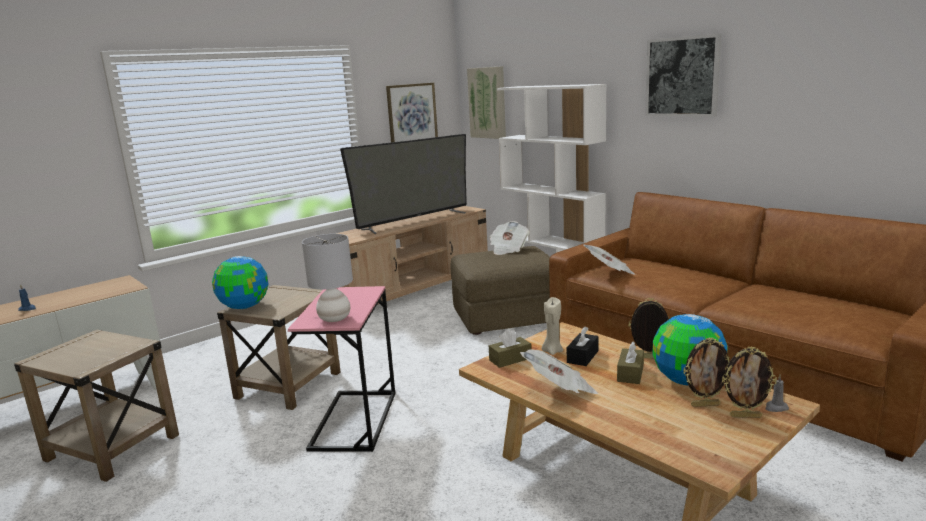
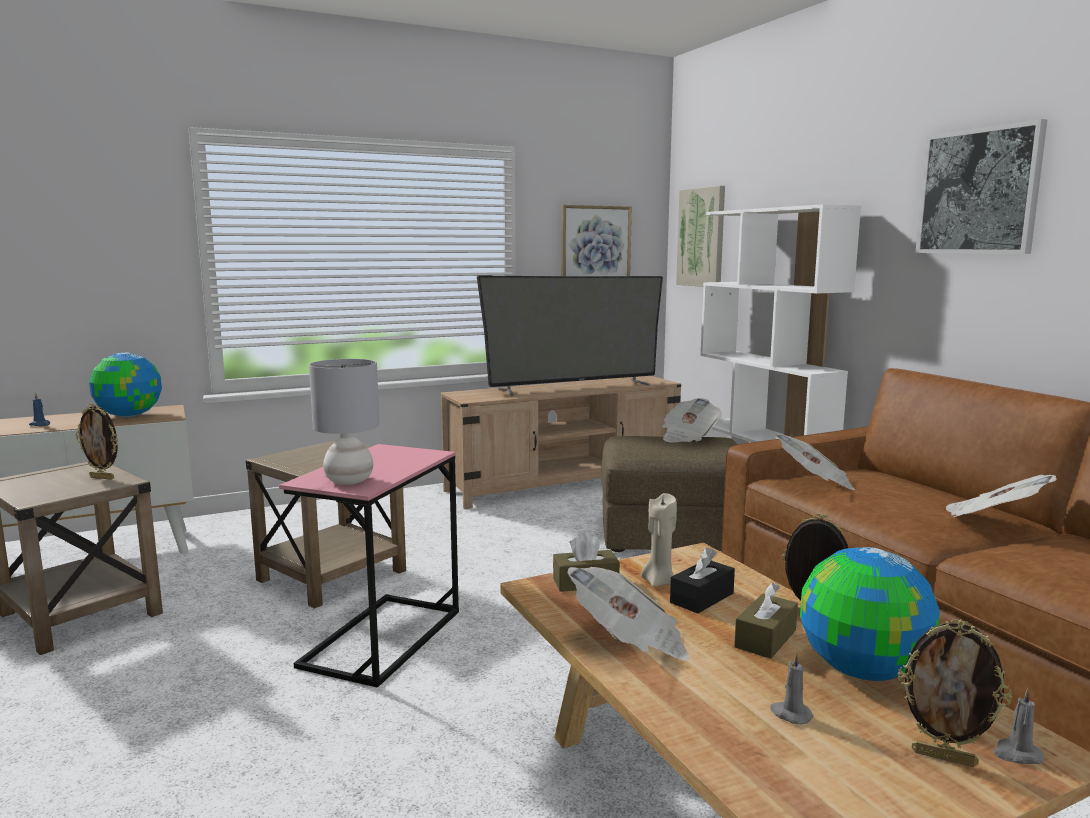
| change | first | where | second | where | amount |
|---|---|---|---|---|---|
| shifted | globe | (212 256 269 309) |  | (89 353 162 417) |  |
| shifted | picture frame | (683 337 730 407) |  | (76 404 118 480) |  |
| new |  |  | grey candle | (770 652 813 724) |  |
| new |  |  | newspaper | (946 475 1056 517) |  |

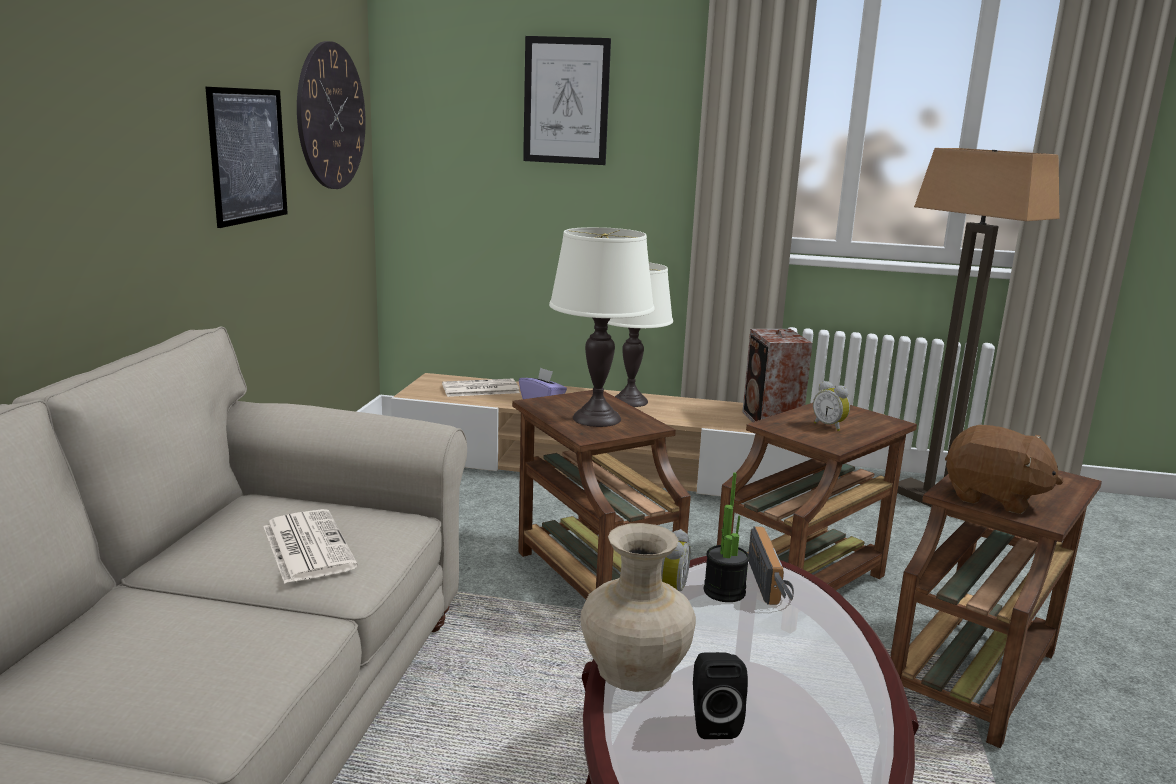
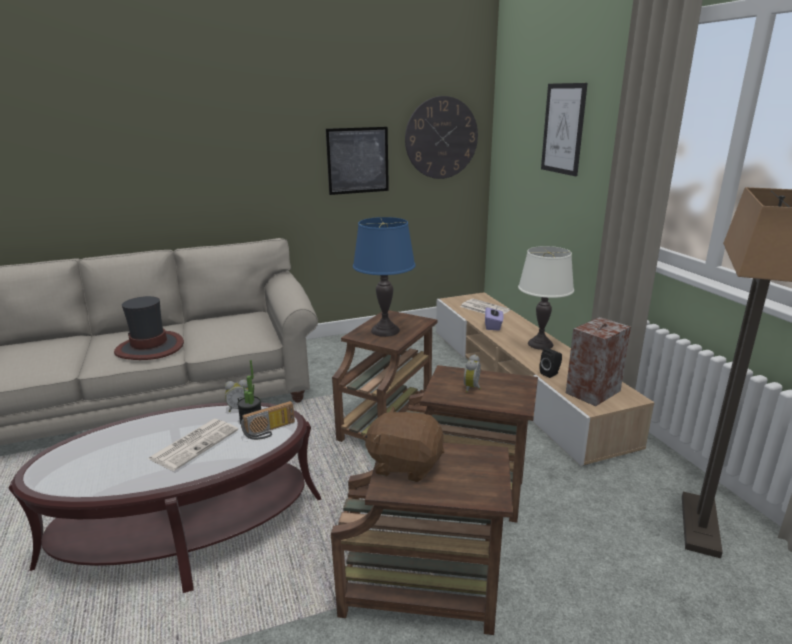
| change | first | where | second | where | amount |
|---|---|---|---|---|---|
| shifted | newspaper | (263 509 358 584) |  | (148 419 238 471) |  |
| repainted | white table lamp | (549 227 655 427) | blue table lamp | (353 217 416 337) |  |
| gone | beige vase | (580 523 696 692) |  |  |  |
| shifted | black speaker | (693 652 748 739) |  | (539 348 562 378) |  |
| rotated | brown plush toy | (945 425 1064 514) |  | (363 406 444 482) | 105 degrees clockwise |
| new |  |  | hat | (114 296 184 360) |  |

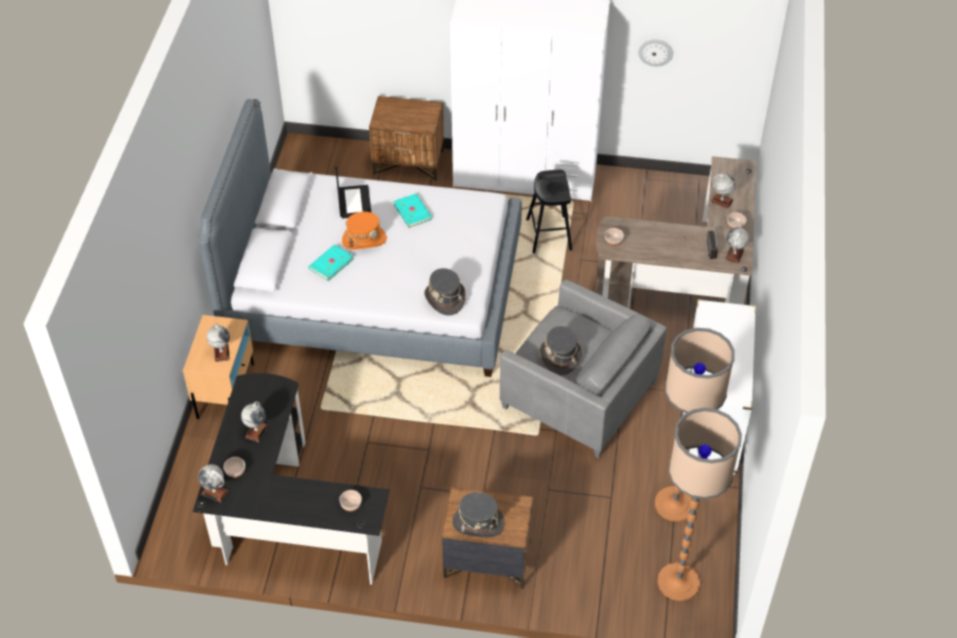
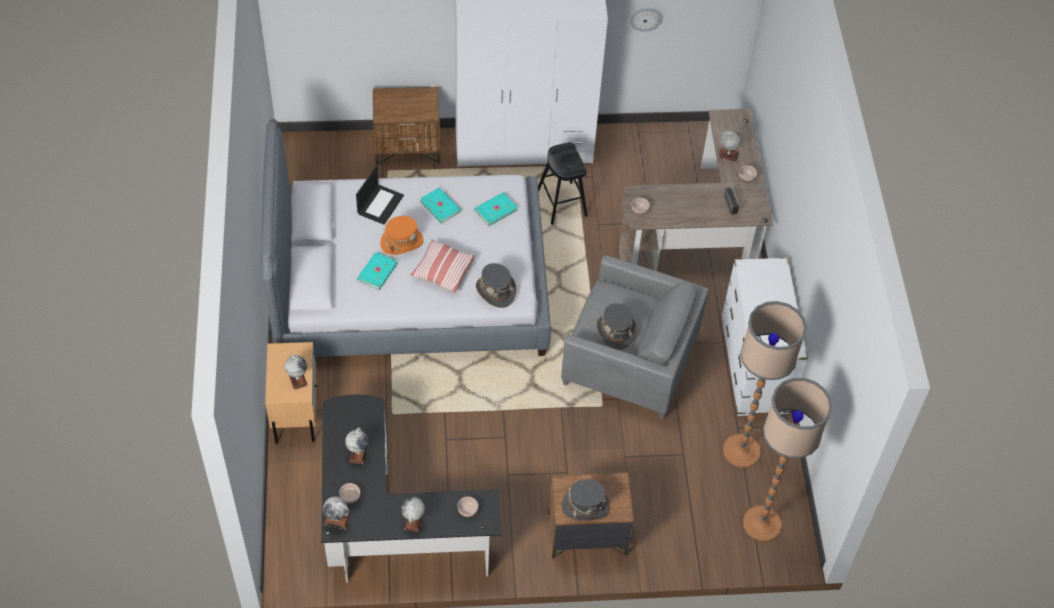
| change | first | where | second | where | amount |
|---|---|---|---|---|---|
| rotated | laptop | (335 167 371 219) |  | (356 166 404 225) | 45 degrees clockwise |
| shifted | globe | (725 227 749 264) |  | (401 497 425 532) |  |
| new |  |  | pillow | (410 239 476 294) |  |
| new |  |  | turquoise book | (474 192 518 226) |  |

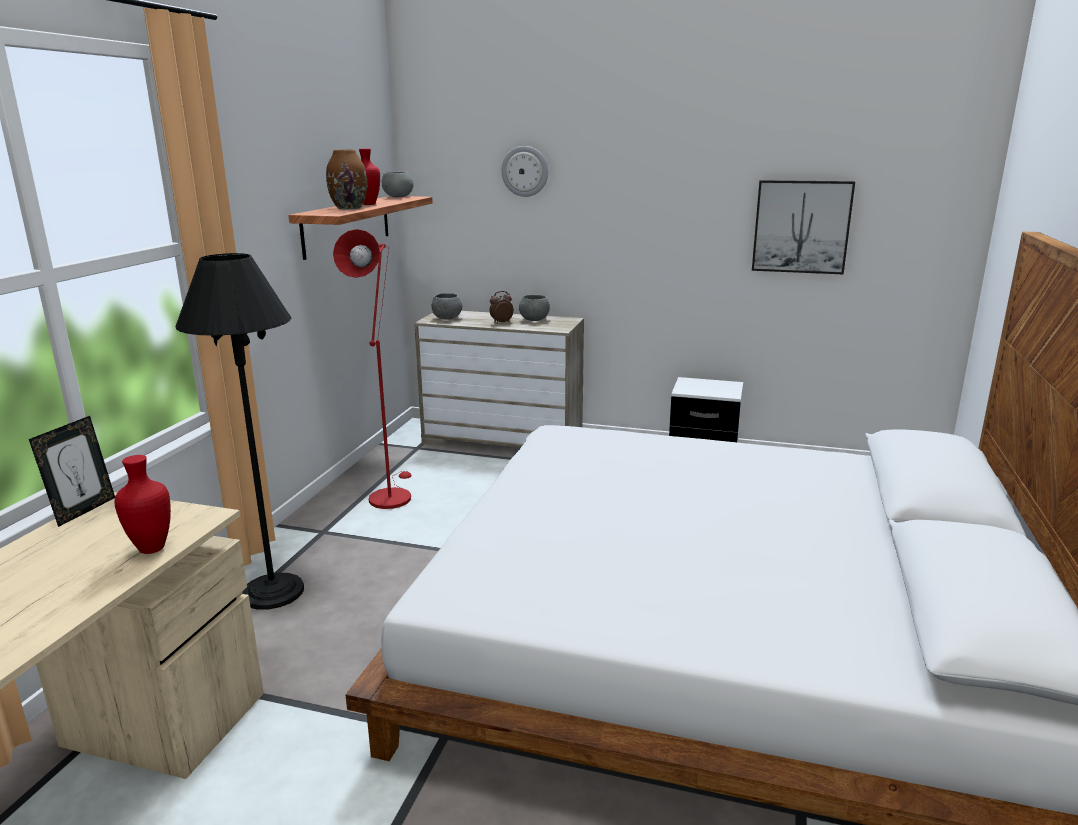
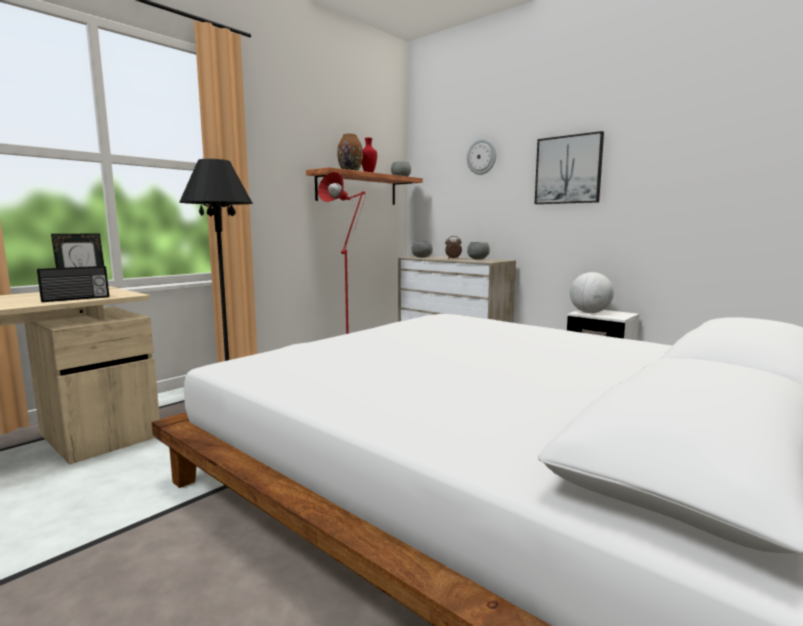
| change | first | where | second | where | amount |
|---|---|---|---|---|---|
| swapped | red vase | (114 455 171 554) | radio | (37 266 109 302) |  |
| shifted | picture | (752 180 855 274) |  | (535 131 604 204) |  |
| new |  |  | globe | (570 272 614 313) |  |

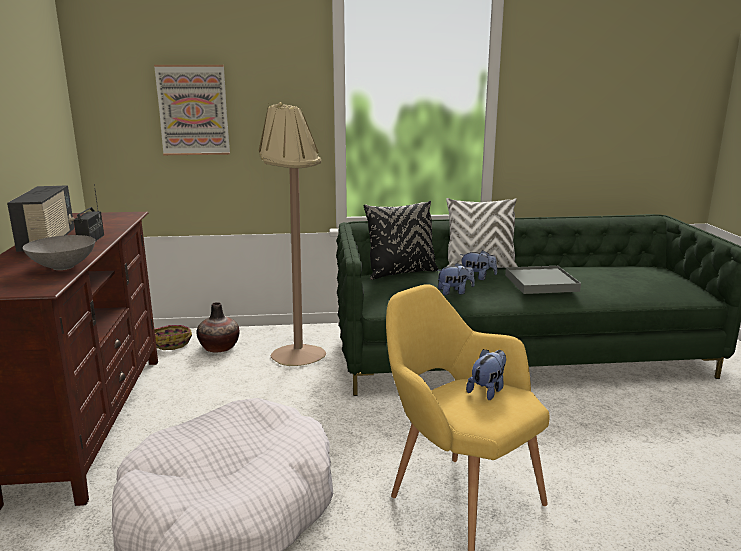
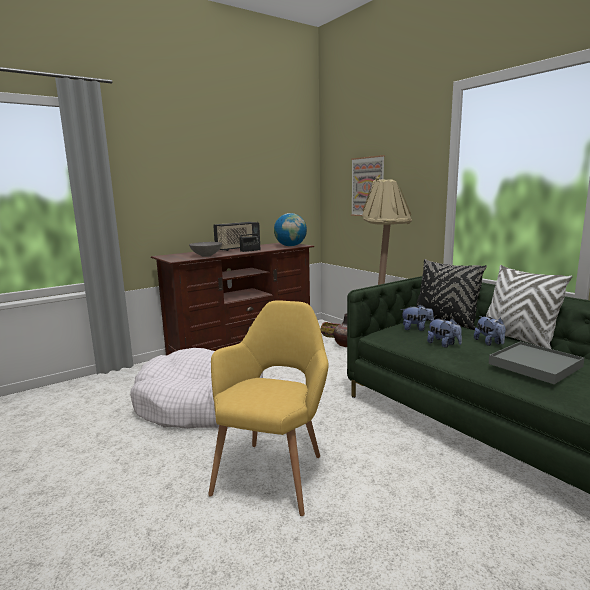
| change | first | where | second | where | amount |
|---|---|---|---|---|---|
| shifted | plush toy | (466 349 506 400) |  | (400 305 434 331) |  |
| new |  |  | globe | (274 213 307 246) |  |

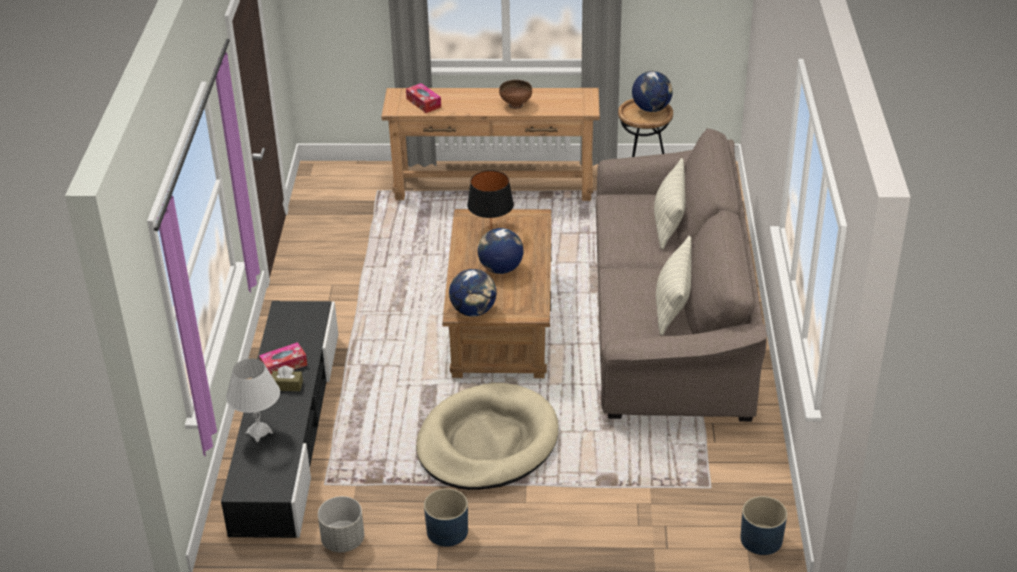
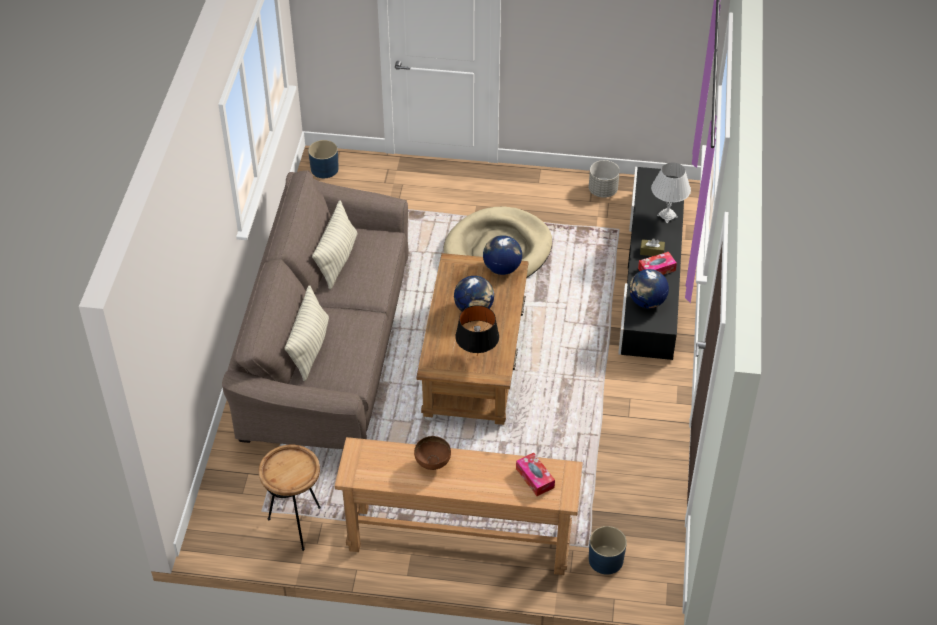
| change | first | where | second | where | amount |
|---|---|---|---|---|---|
| shifted | blue planter | (424 488 468 547) |  | (589 526 627 575) |  |
| shifted | globe | (632 71 673 112) |  | (629 269 669 308) |  |

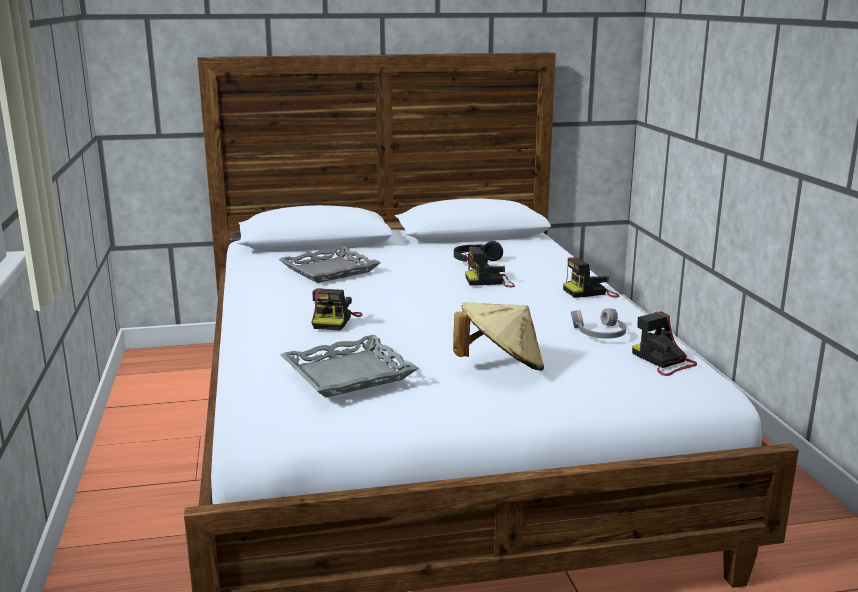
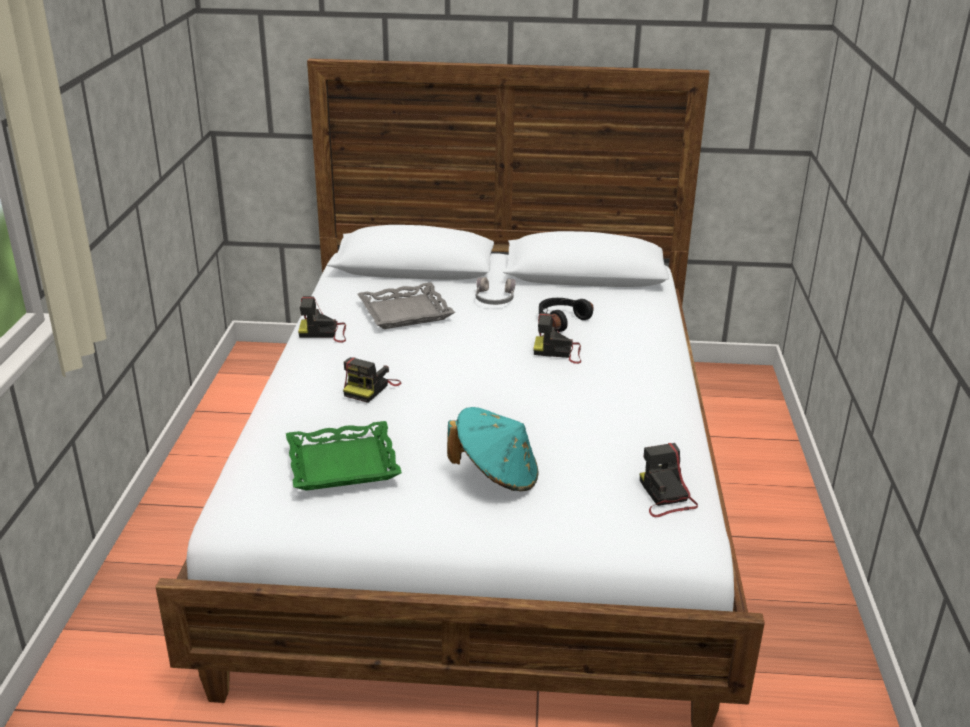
| change | first | where | second | where | amount |
|---|---|---|---|---|---|
| repainted | grey tray | (280 335 419 398) | green tray | (286 421 402 491) |  |
| repainted | beige hat | (453 302 544 371) | turquoise hat | (447 407 539 491) |  |
| shifted | photo camera | (563 257 619 298) |  | (298 296 346 343) |  |
| shifted | grey headphones | (571 308 626 339) |  | (476 277 516 305) |  |

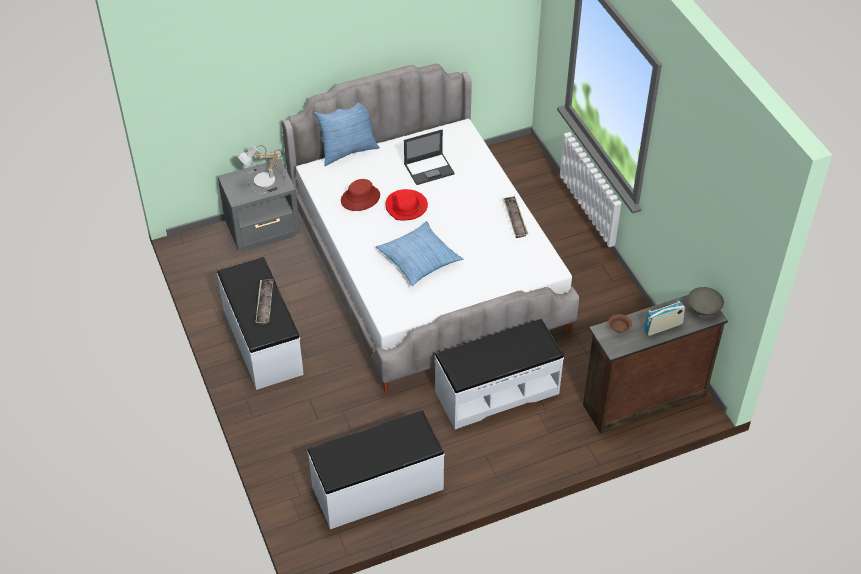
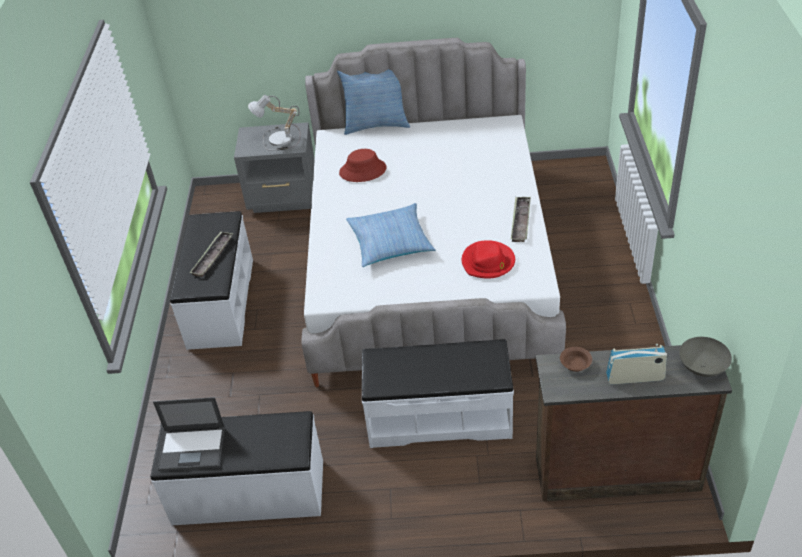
| change | first | where | second | where | amount |
|---|---|---|---|---|---|
| shifted | red hat | (385 189 428 220) |  | (462 240 515 279) |  |
| shifted | laptop | (404 129 455 185) |  | (153 397 225 471) |  |

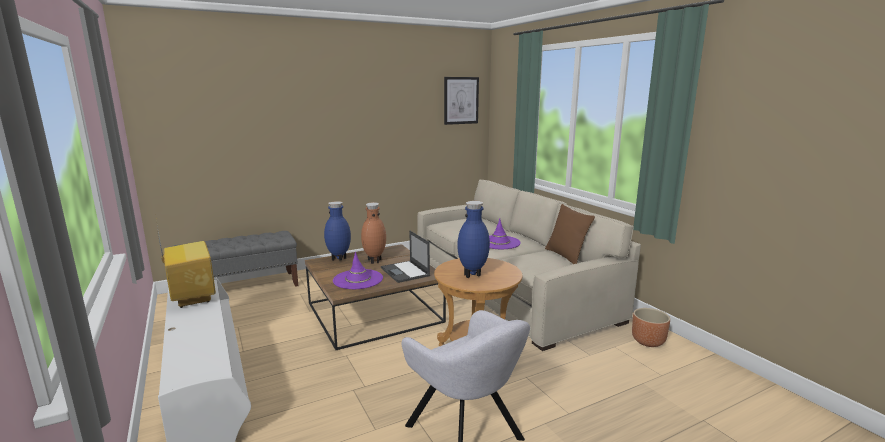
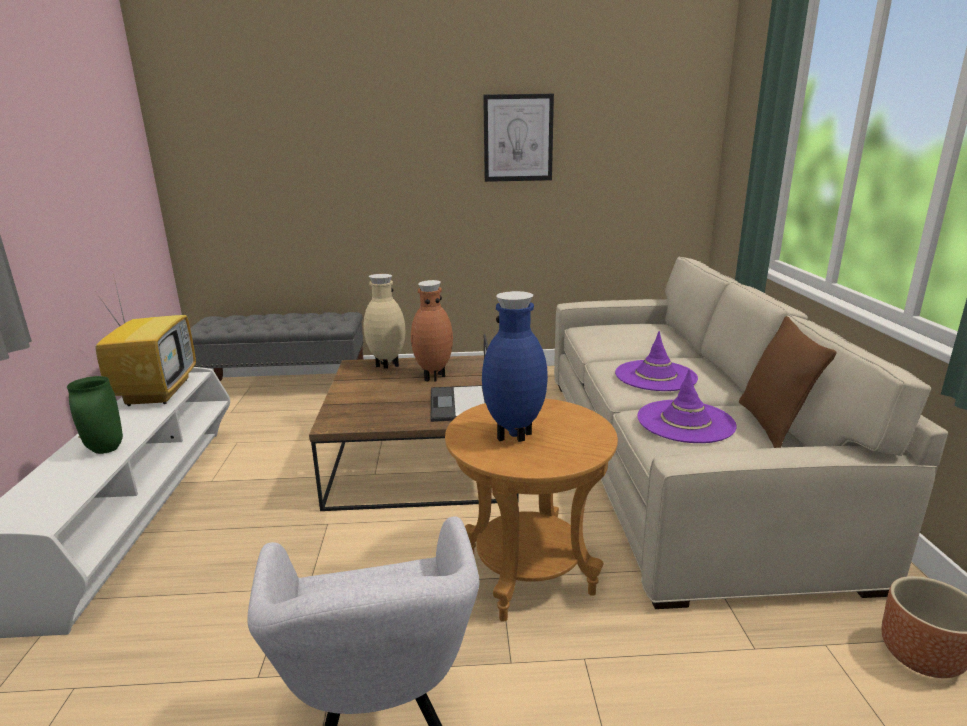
| change | first | where | second | where | amount |
|---|---|---|---|---|---|
| repainted | blue vase | (324 201 351 261) | beige vase | (363 274 405 368) |  |
| shifted | purple hat | (333 252 383 289) |  | (637 369 737 443) |  |
| shifted | picture | (444 77 479 125) |  | (483 94 554 182) |  |
| new |  |  | green vase | (67 376 123 454) |  |

